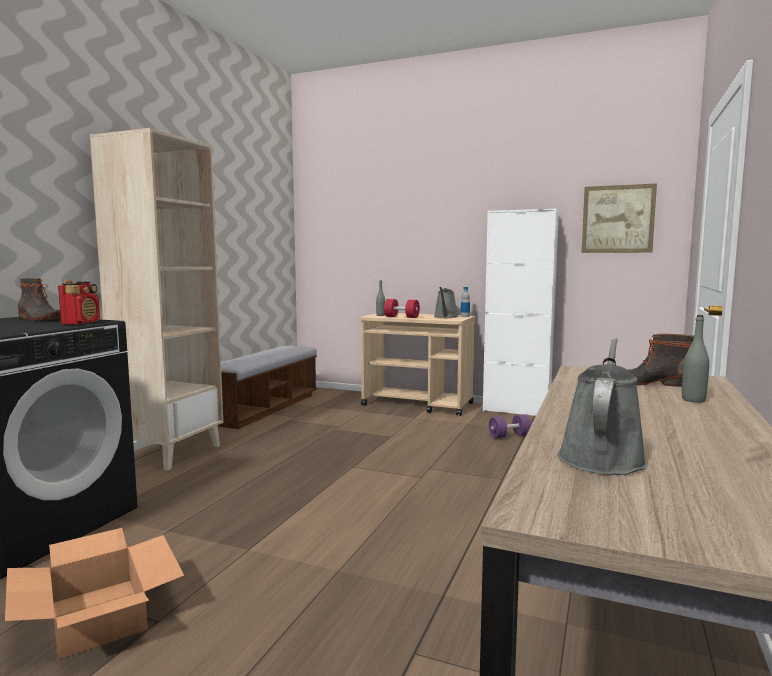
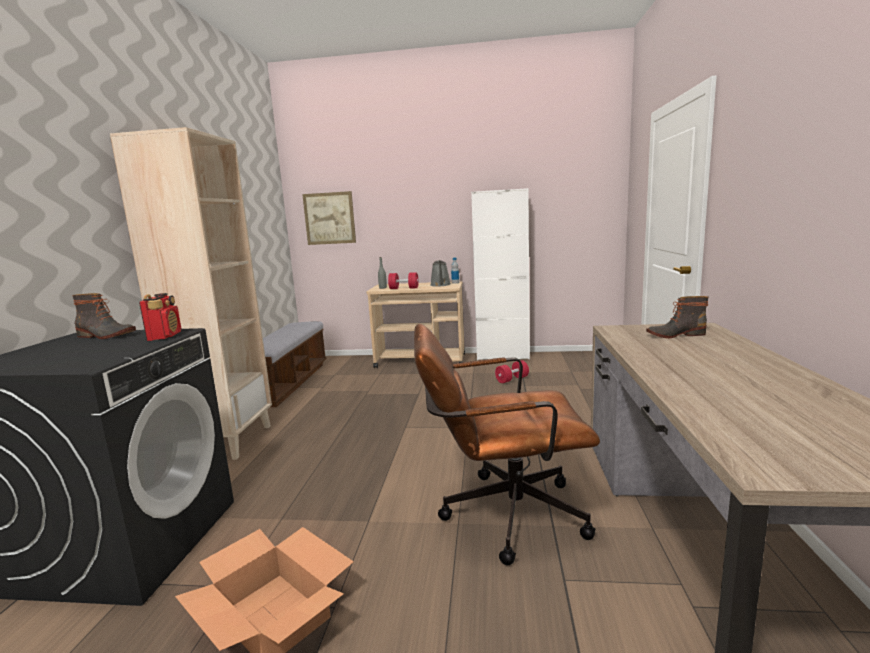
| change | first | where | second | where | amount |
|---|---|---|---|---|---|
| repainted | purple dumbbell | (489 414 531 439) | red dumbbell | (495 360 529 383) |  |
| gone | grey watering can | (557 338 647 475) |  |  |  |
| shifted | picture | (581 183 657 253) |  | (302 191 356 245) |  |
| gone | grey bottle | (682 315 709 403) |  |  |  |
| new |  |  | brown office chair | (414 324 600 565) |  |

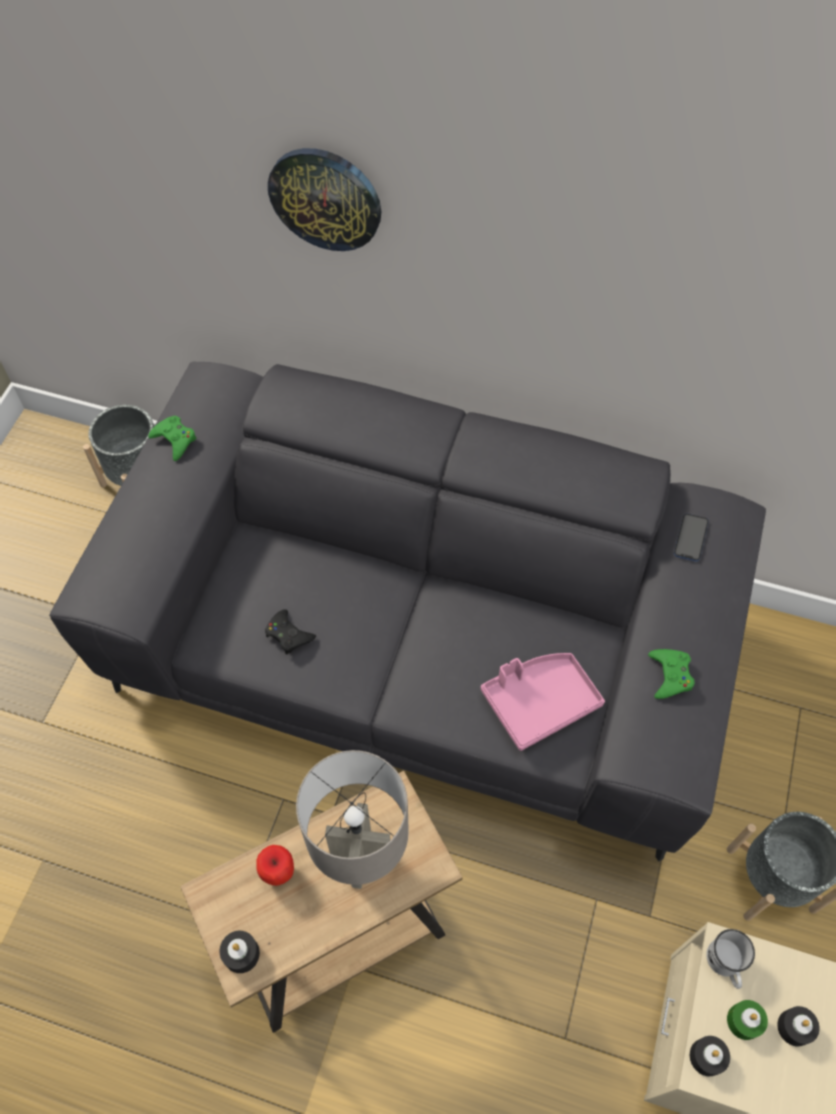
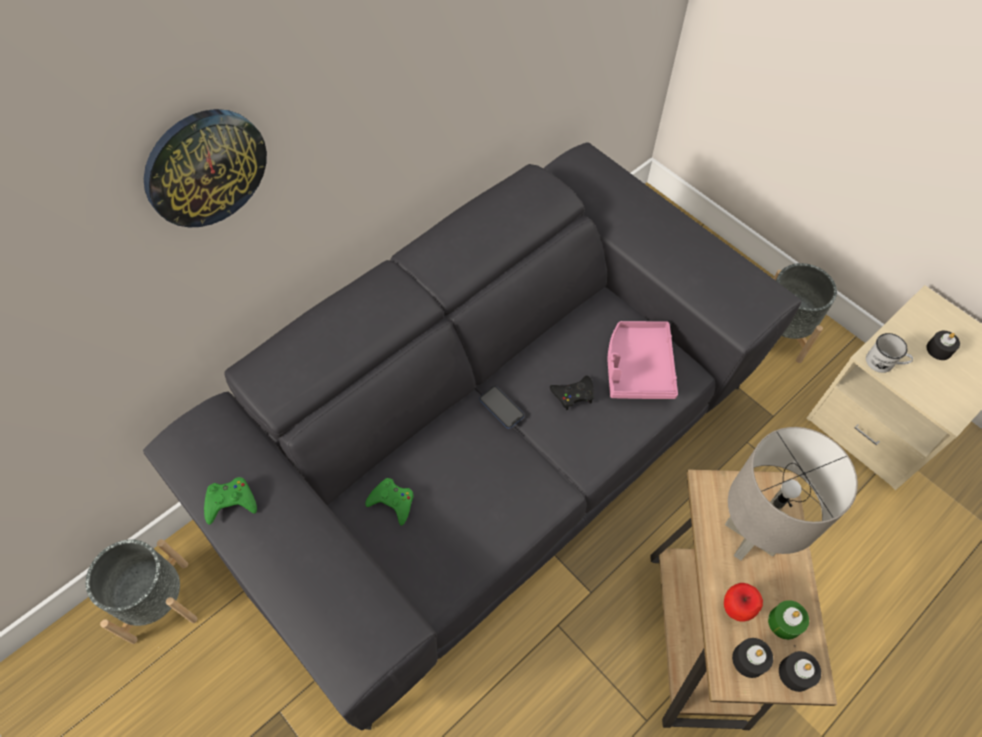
| change | first | where | second | where | amount |
|---|---|---|---|---|---|
| shifted | black game controller | (265 609 316 655) |  | (550 376 594 410) |  |
| shifted | green game controller | (648 649 695 699) |  | (365 478 414 526) |  |
| shifted | phone | (674 514 709 561) |  | (480 386 524 429) |  |
| shifted | black candle | (690 1036 730 1076) |  | (732 638 773 678) |  |
| shifted | green candle | (727 1000 768 1040) |  | (768 600 809 640) |  |

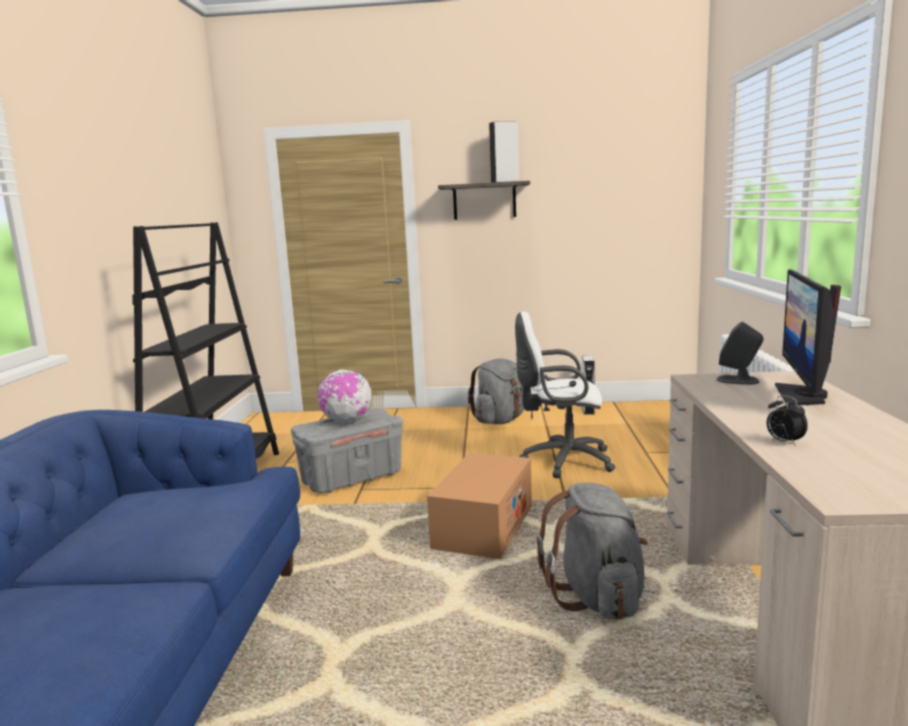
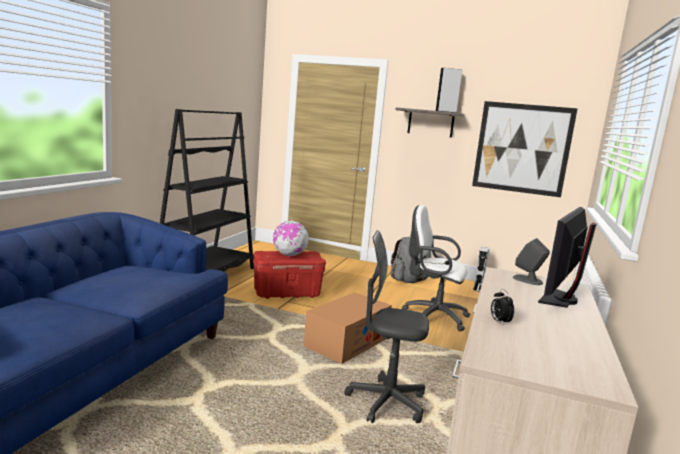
| change | first | where | second | where | amount |
|---|---|---|---|---|---|
| repainted | grey storage box | (291 408 403 493) | red storage box | (253 251 326 299) |  |
| swapped | grey backpack | (537 483 648 620) | grey office chair | (344 230 429 423) |  |
| new |  |  | picture | (472 101 578 197) |  |

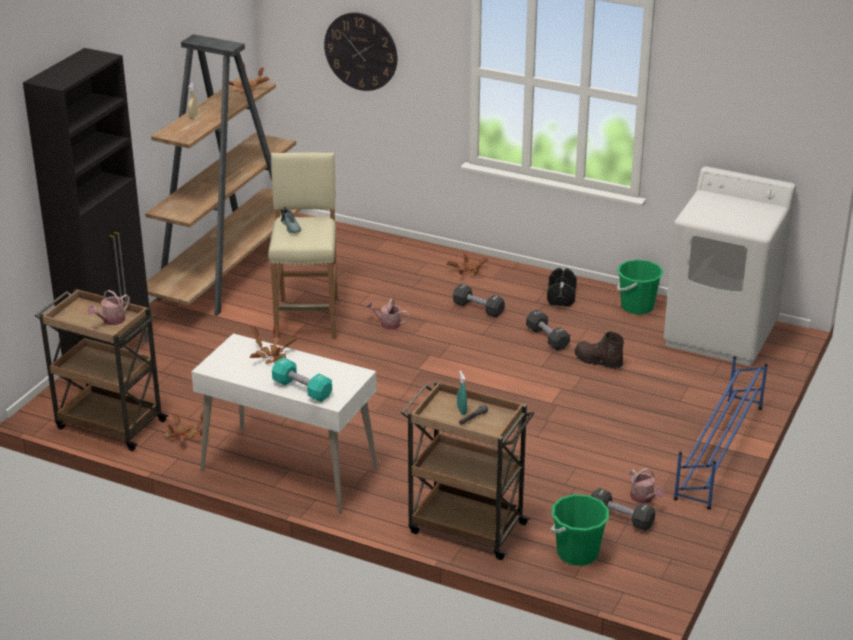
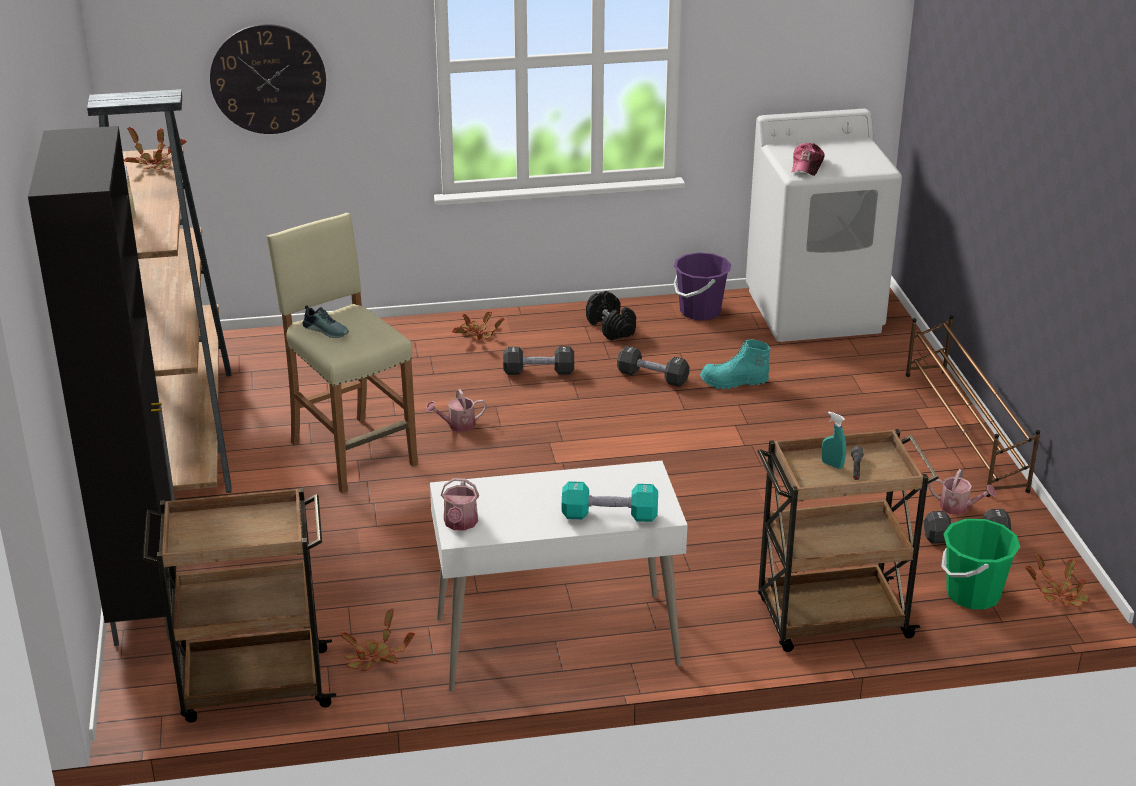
| change | first | where | second | where | amount |
|---|---|---|---|---|---|
| shifted | watering can | (87 290 130 325) |  | (441 478 479 531) |  |
| shifted | potted plant | (250 325 298 364) |  | (1025 554 1089 607) |  |
| repainted | brown boot | (574 331 624 369) | turquoise boot | (700 340 770 389) |  |
| repainted | green bucket | (617 259 663 314) | purple bucket | (674 252 731 321) |  |
| repainted | blue shoe rack | (674 356 768 510) | brown shoe rack | (906 315 1040 497) |  |
| new |  |  | cap | (791 143 825 176) |  |

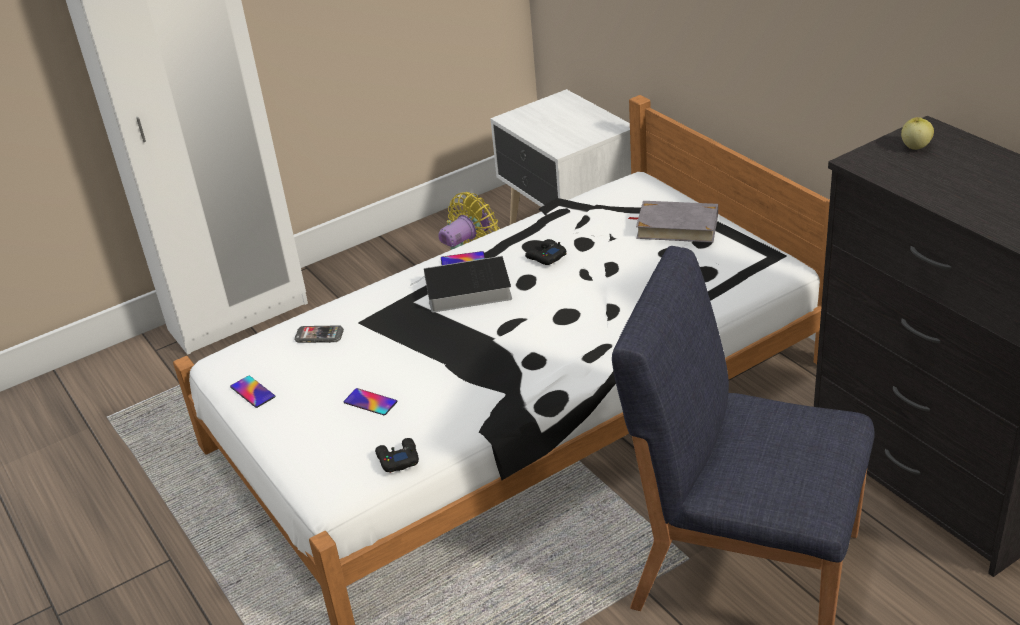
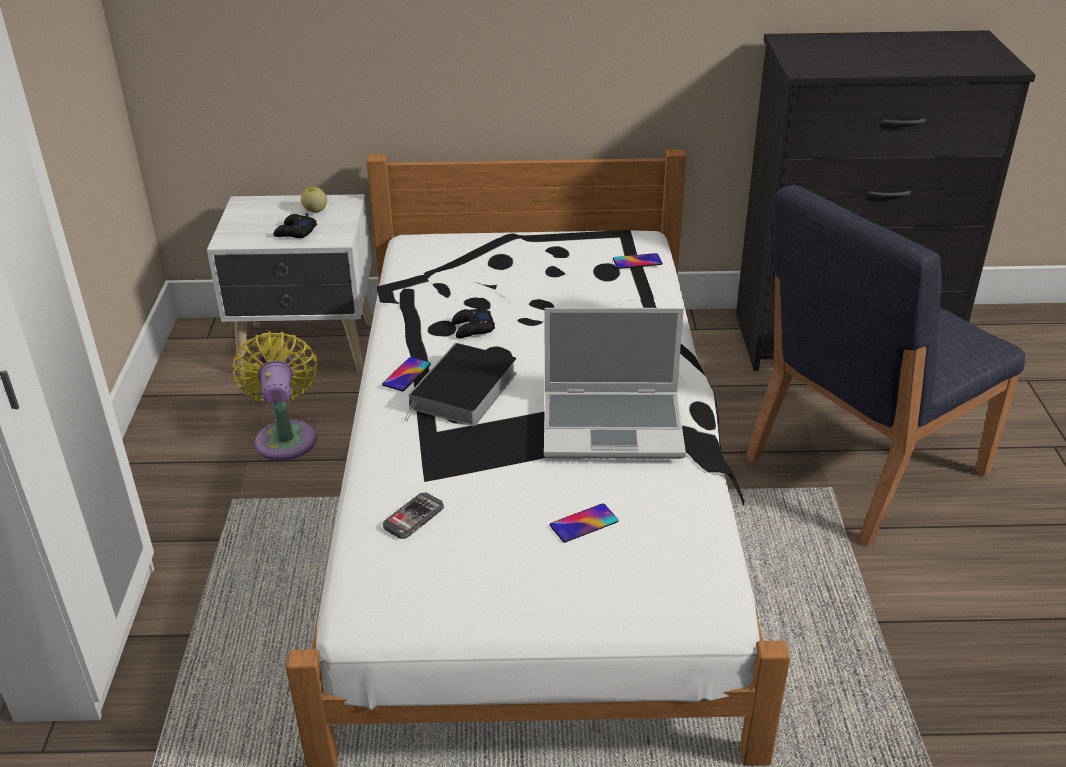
| change | first | where | second | where | amount |
|---|---|---|---|---|---|
| shifted | phone | (230 376 275 408) |  | (613 253 663 269) |  |
| shifted | black game controller | (375 438 419 473) |  | (273 213 317 238) |  |
| gone | grey book | (628 201 718 243) |  |  |  |
| shifted | apple | (901 117 934 150) |  | (301 187 327 213) |  |
| new |  |  | laptop | (544 308 686 459) |  |

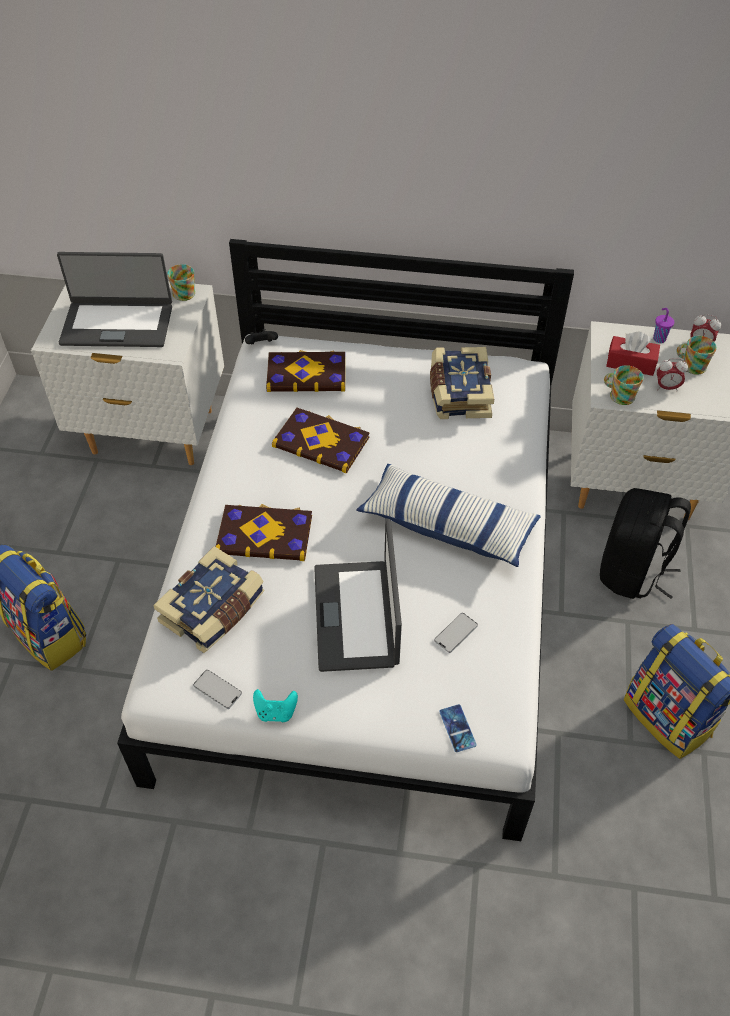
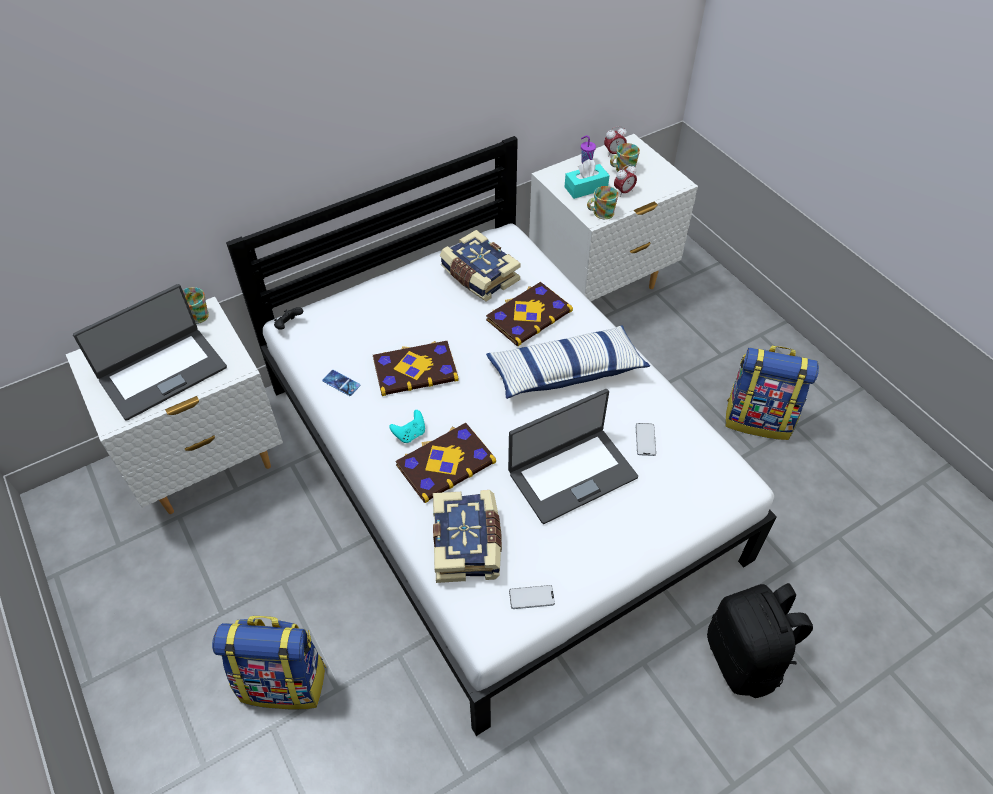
| change | first | where | second | where | amount |
|---|---|---|---|---|---|
| shifted | turquoise game controller | (253 689 298 722) |  | (389 410 425 443) |  |
| shifted | book | (266 350 345 392) |  | (486 282 573 346) |  |
| rotated | laptop | (314 519 402 672) |  | (508 389 638 524) | 75 degrees counterclockwise |
| shifted | phone | (439 704 477 752) |  | (322 370 361 396) |  |
| shifted | black backpack | (600 488 691 599) |  | (707 583 813 698) |  |
| repainted | red tissue box | (606 332 660 376) | turquoise tissue box | (565 159 610 199) |  |

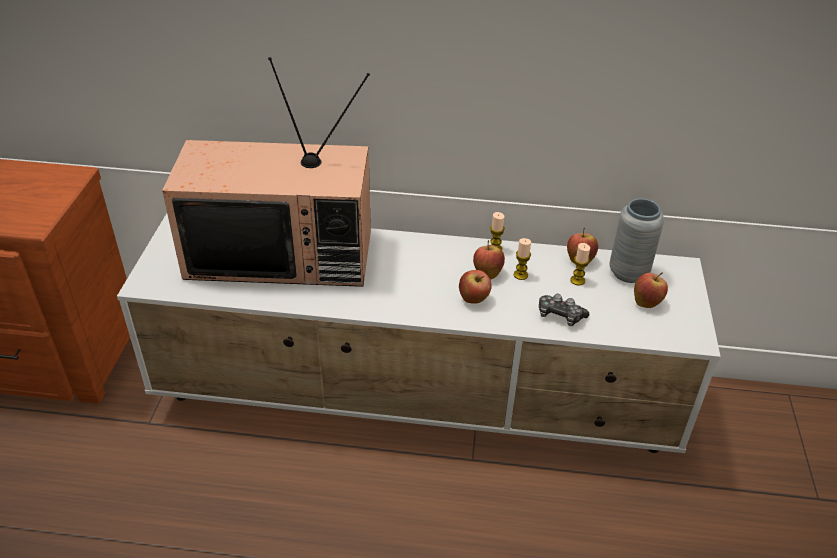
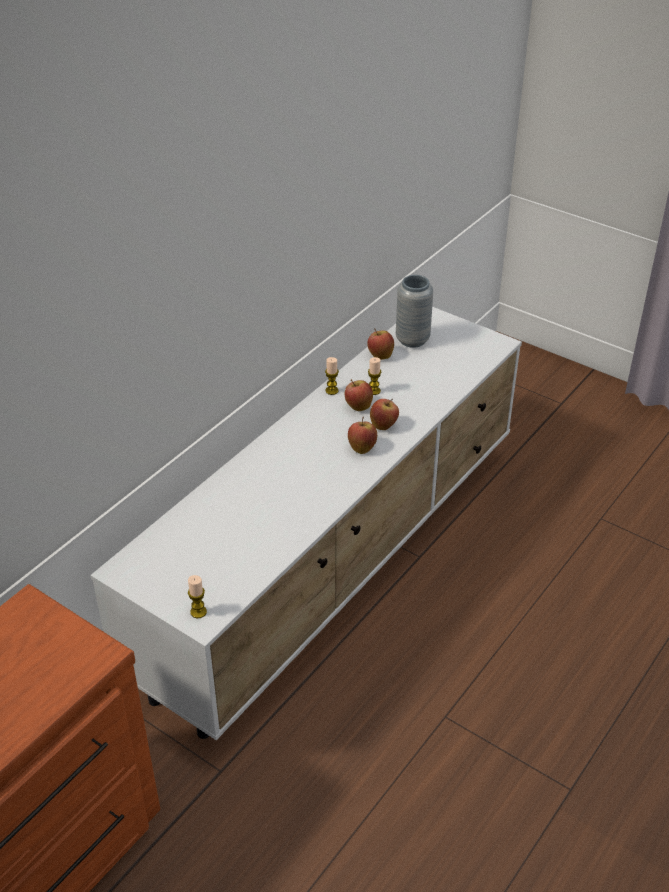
| change | first | where | second | where | amount |
|---|---|---|---|---|---|
| gone | television | (162 57 371 287) |  |  |  |
| gone | game controller | (539 294 589 326) |  |  |  |
| shifted | candle | (570 243 590 285) |  | (188 575 207 618) |  |
| shifted | apple | (634 273 668 308) |  | (348 417 377 454) |  |

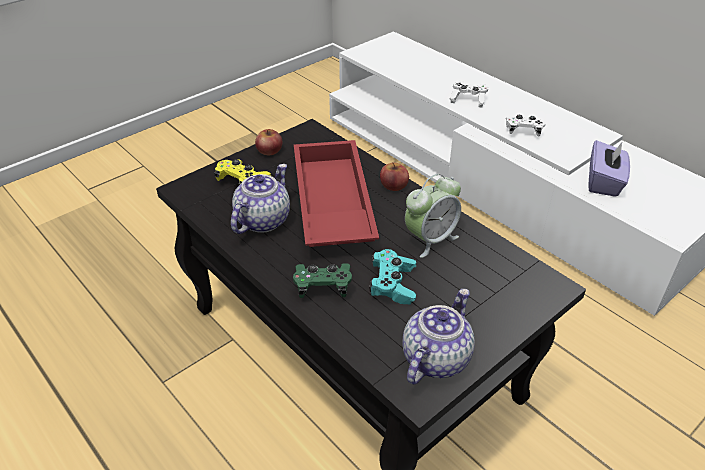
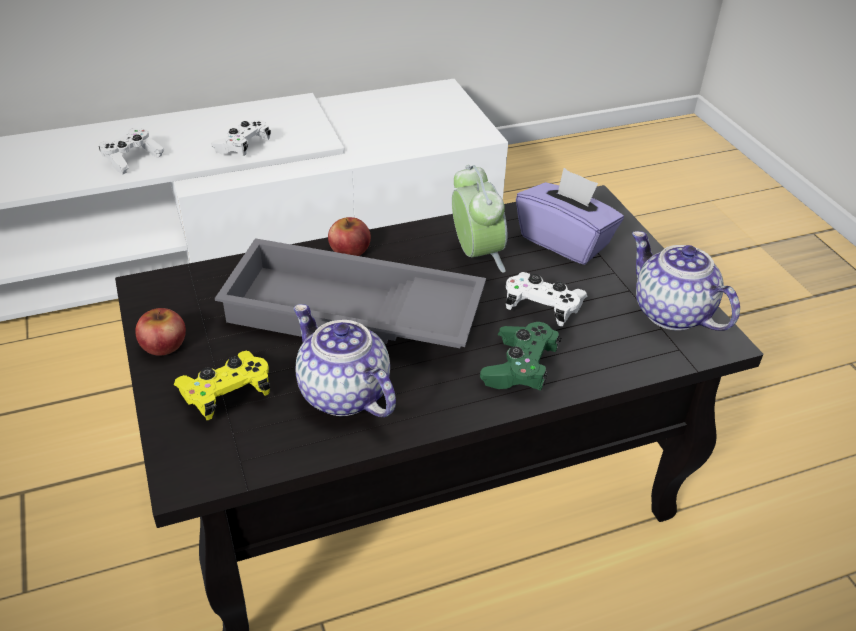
| change | first | where | second | where | amount |
|---|---|---|---|---|---|
| repainted | red tray | (294 140 379 247) | grey tray | (215 238 486 348) |  |
| repainted | turquoise game controller | (369 249 416 304) | white game controller | (505 272 587 327) |  |
| shifted | purple tissue box | (588 140 630 197) |  | (516 168 624 265) |  |

